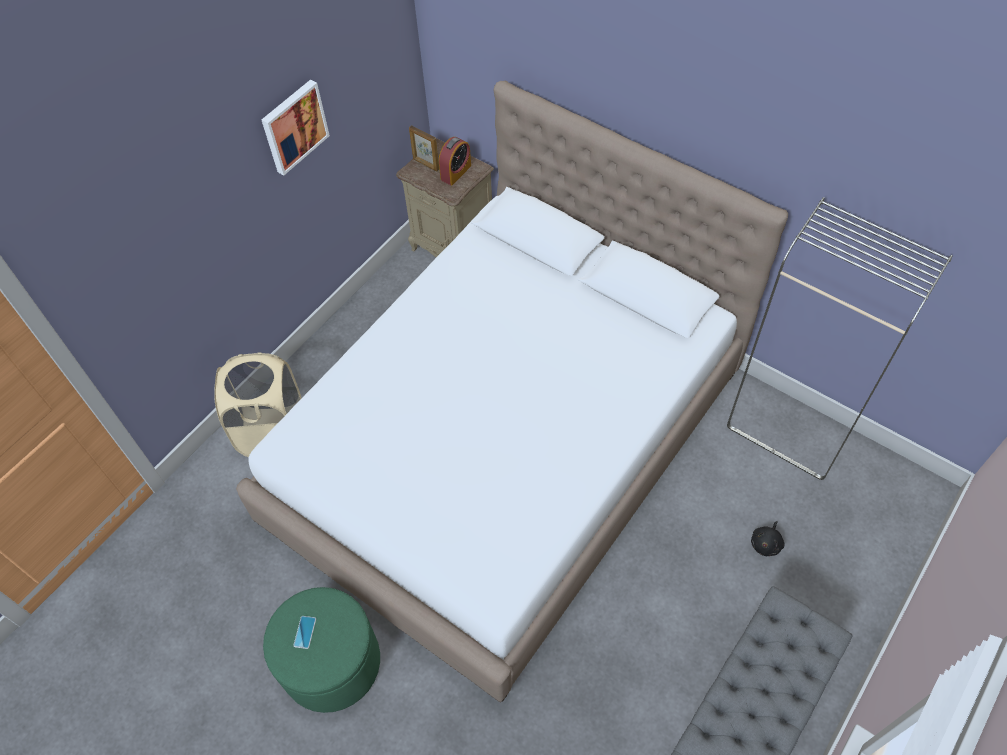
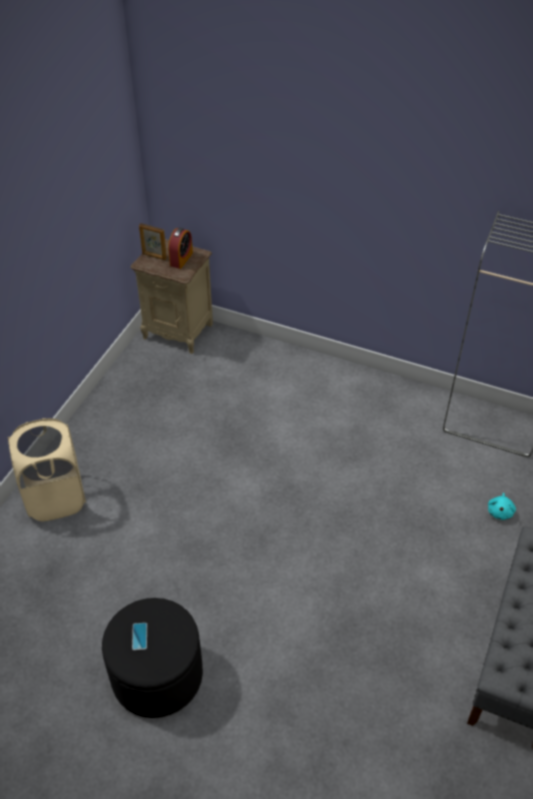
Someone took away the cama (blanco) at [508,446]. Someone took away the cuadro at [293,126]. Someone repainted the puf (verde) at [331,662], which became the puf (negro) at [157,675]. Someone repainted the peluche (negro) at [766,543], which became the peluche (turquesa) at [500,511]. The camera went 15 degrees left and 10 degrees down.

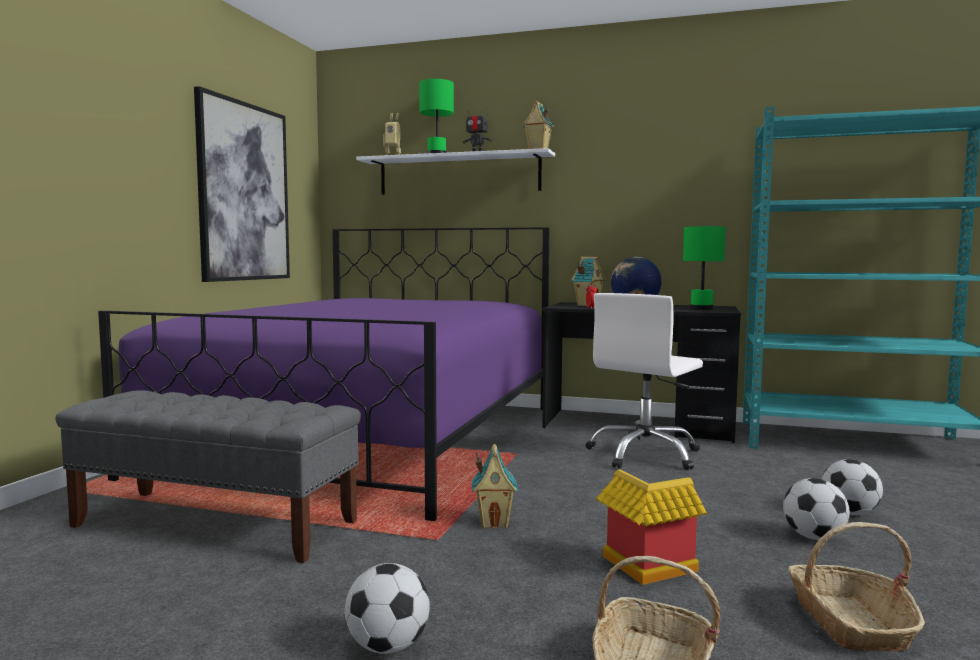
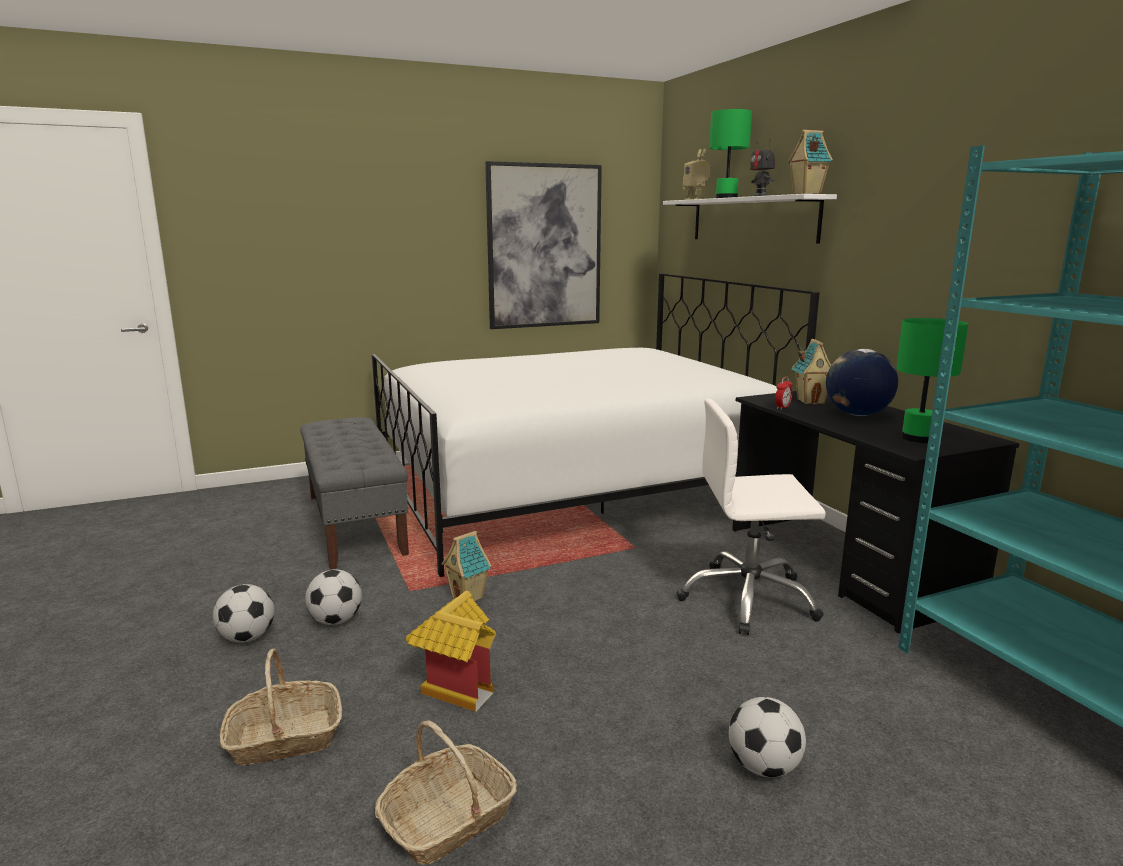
Someone carried the balón de fútbol from [814,537] to [336,621]. Someone repainted the cama (morado) at [371,438], which became the cama (blanco) at [575,490]. The camera went 50 degrees right and 10 degrees up.

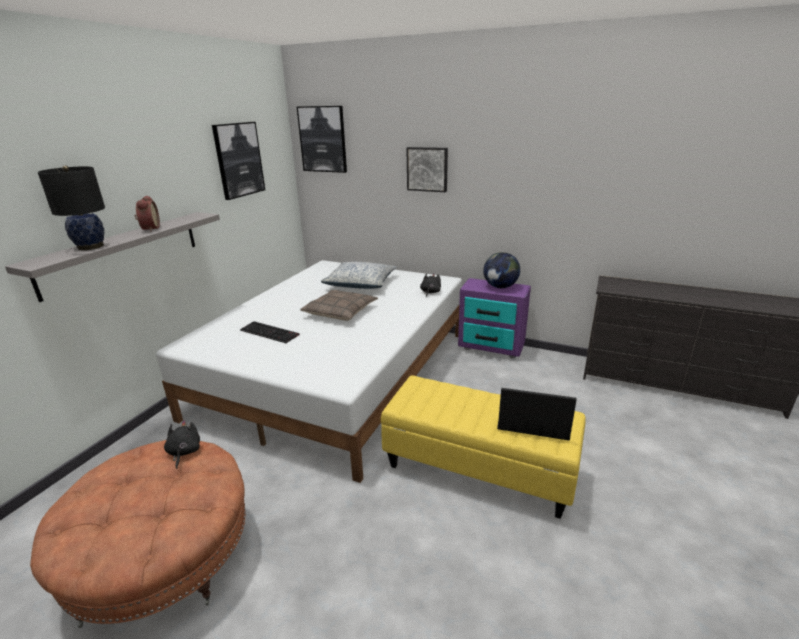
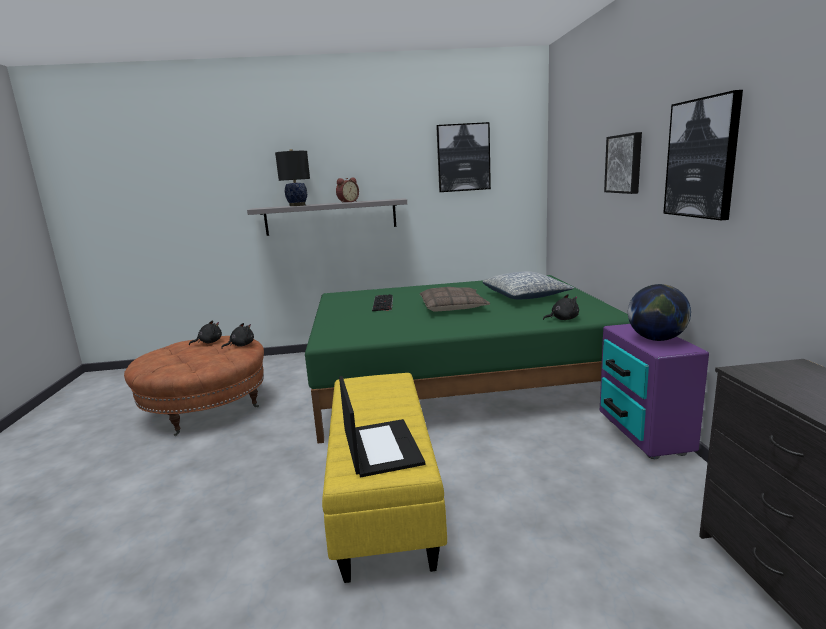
Someone put down the peluche (negro) at [209,342]. Someone carried the cuadro from [323,139] to [702,158]. Someone repainted the cama (blanco) at [338,372], which became the cama (verde) at [458,378]. The camera went 60 degrees right and 10 degrees down.

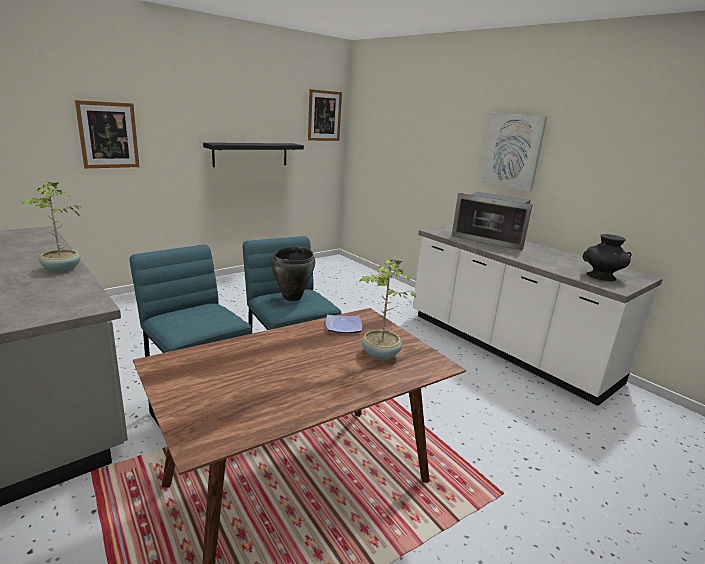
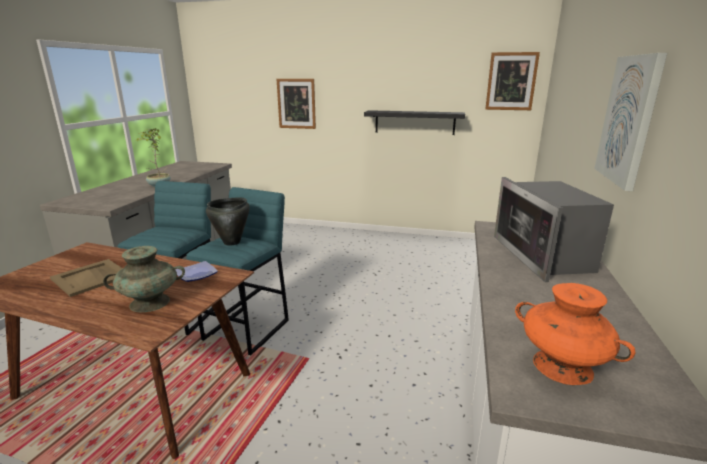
Someone put down the bandeja (beis) at [90,278]. Someone swapped the planta en maceta at [380,355] for the florero (turquesa) at [150,303]. Someone repainted the florero (negro) at [601,276], which became the florero (naranja) at [561,366]. The camera went 55 degrees right and 0 degrees up.

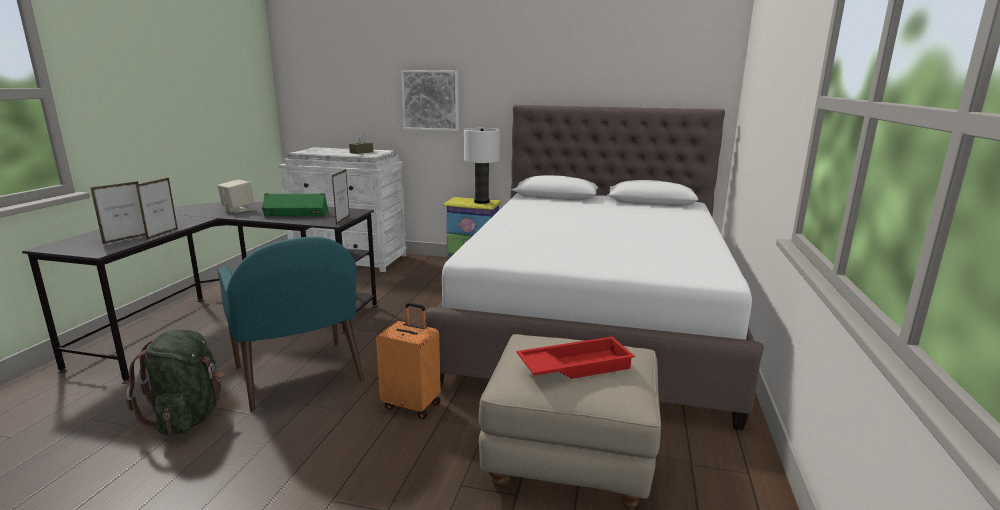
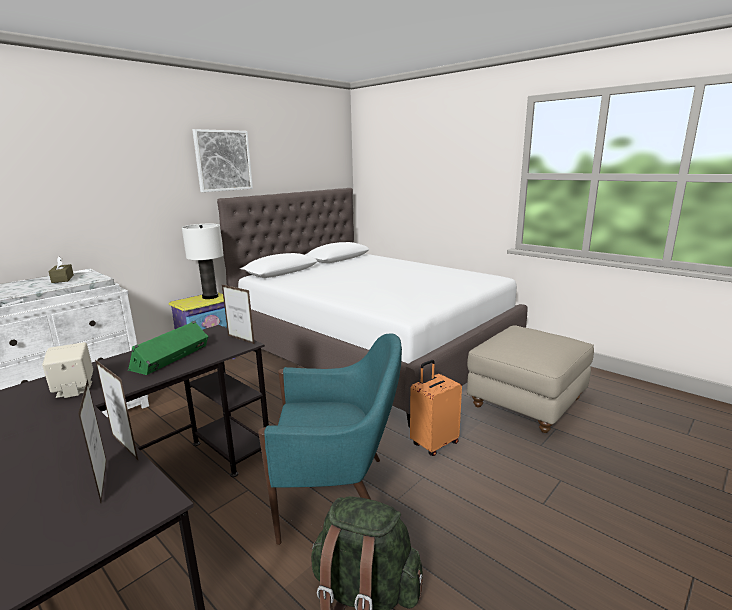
Someone took away the bandeja (rojo) at [574,365]. Someone carried the cuadro from [430,100] to [223,160]. The camera went 60 degrees left and 0 degrees up.

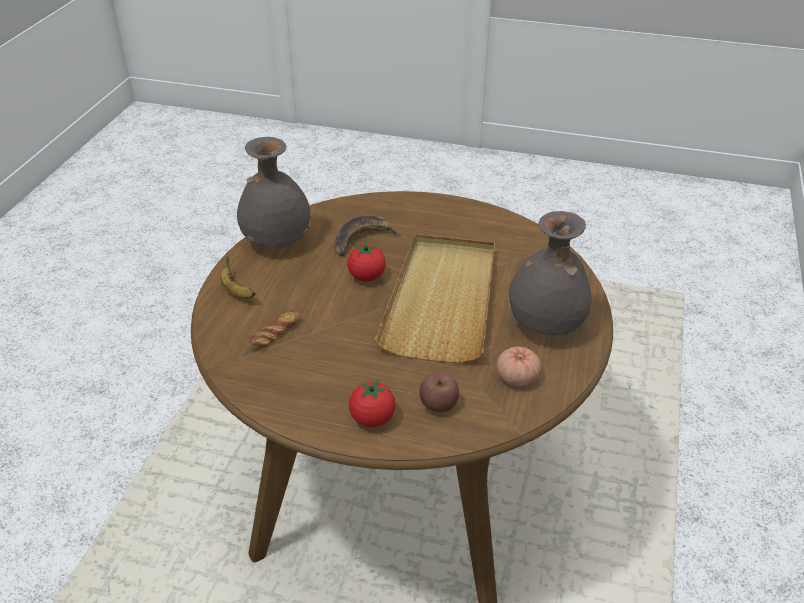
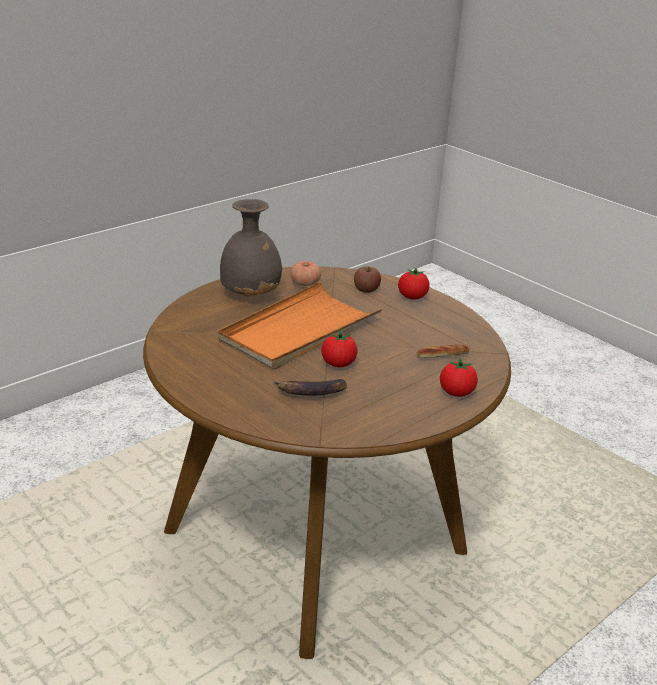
Someone took away the florero (gris) at [276,241]. Someone swapped the plátano at [236,292] for the tomate at [456,393]. Someone repainted the bandeja (beis) at [442,300], which became the bandeja (naranja) at [299,330]. The camera went 150 degrees left and 10 degrees down.

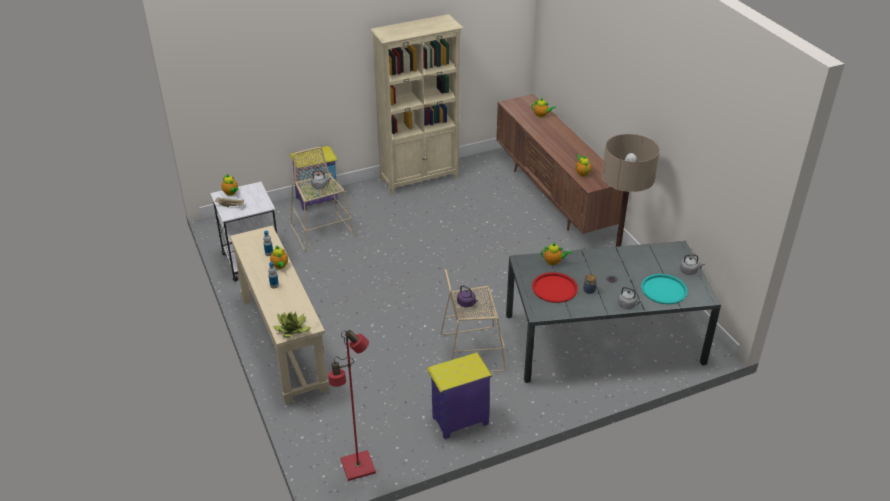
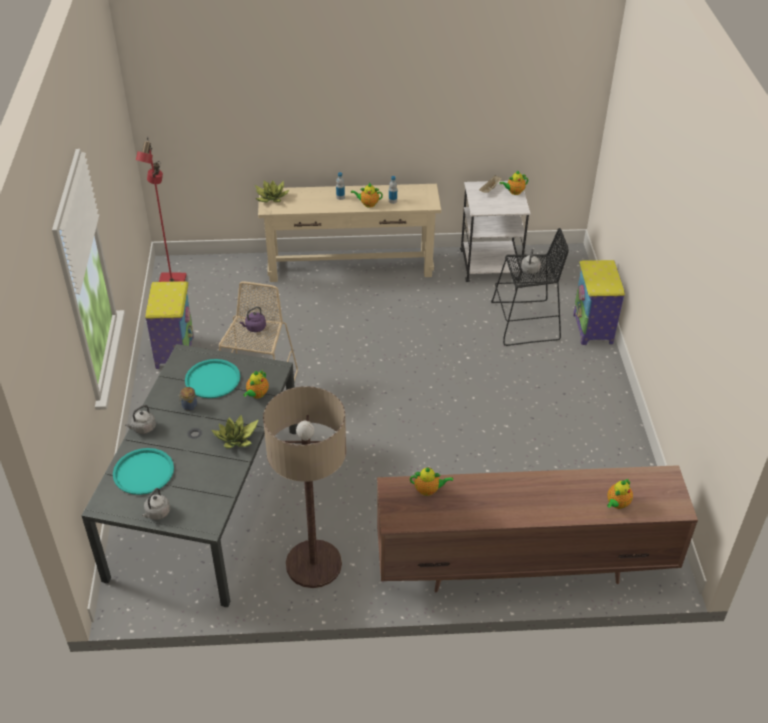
Someone took away the estantería (beis) at [420,178]. Someone put down the planta en maceta at [236,439]. Someone repainted the taburete (beis) at [323,231], which became the taburete (negro) at [524,322]. Someone repainted the bandeja (rojo) at [554,288], which became the bandeja (turquesa) at [212,379]. The camera went 110 degrees right and 5 degrees up.

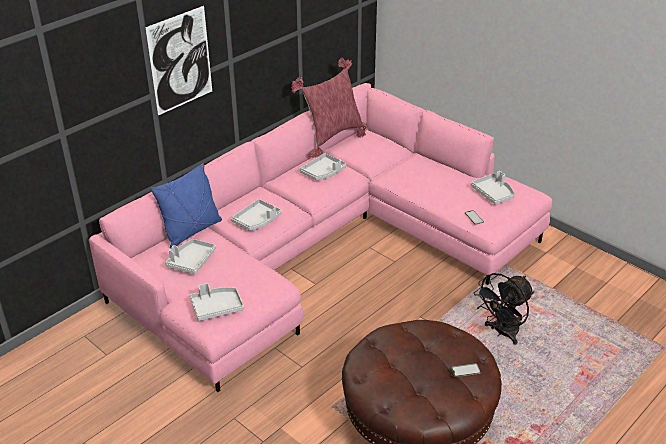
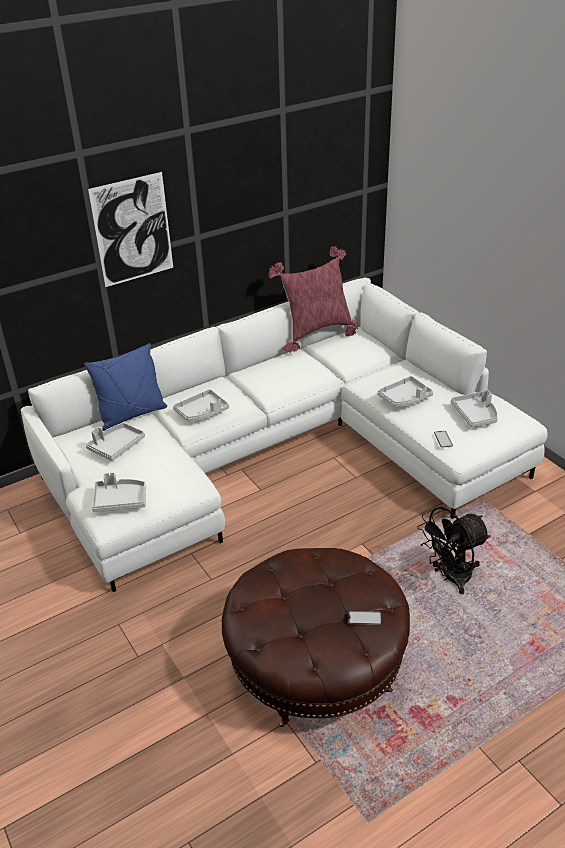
Someone carried the bandeja (gris) from [323,172] to [405,398]. Someone repainted the sofá (rosa) at [322,248], which became the sofá (blanco) at [282,452]. The camera went 15 degrees right and 0 degrees up.

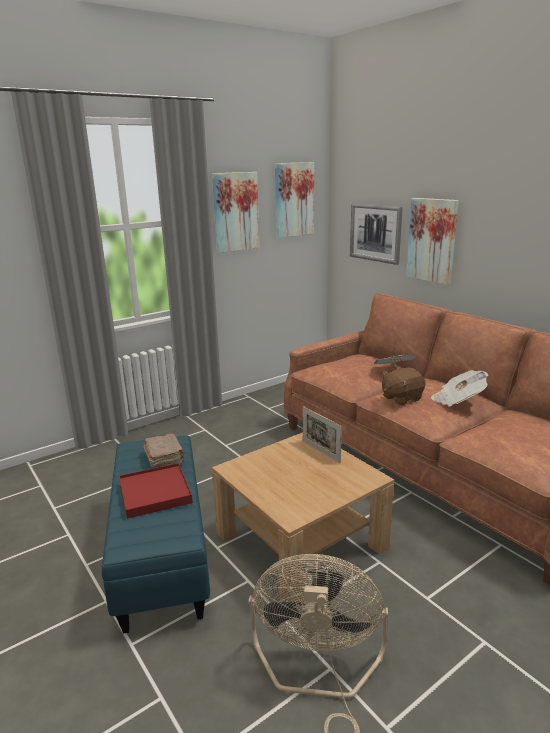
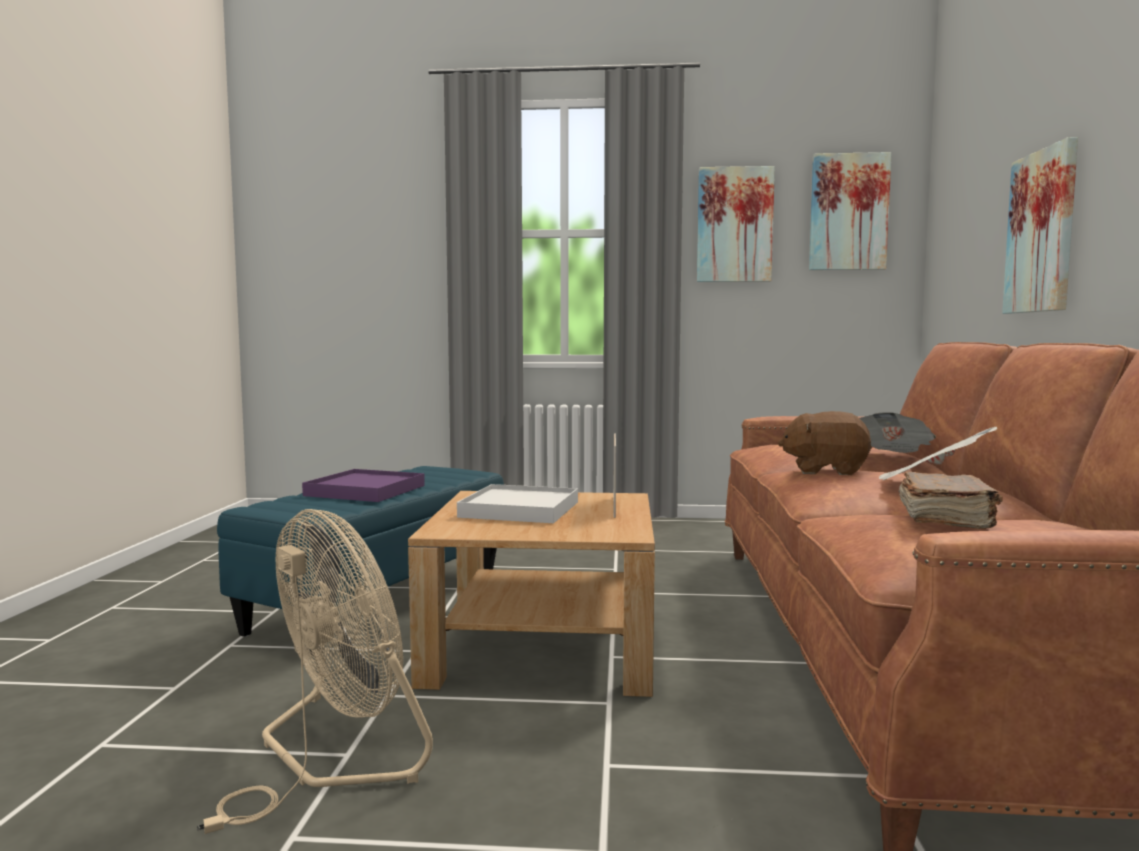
Someone took away the cuadro at [375,233]. Someone put down the bandeja (blanco) at [519,509]. Someone carried the libro (marrón) from [164,458] to [946,520]. Someone repainted the bandeja (rojo) at [155,493], which became the bandeja (morado) at [366,491]. The camera went 40 degrees right and 15 degrees down.

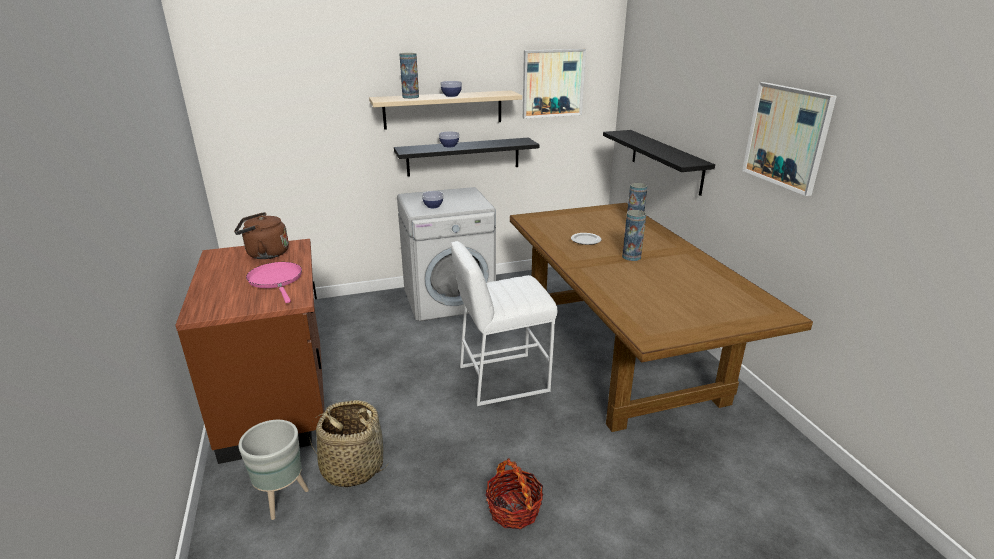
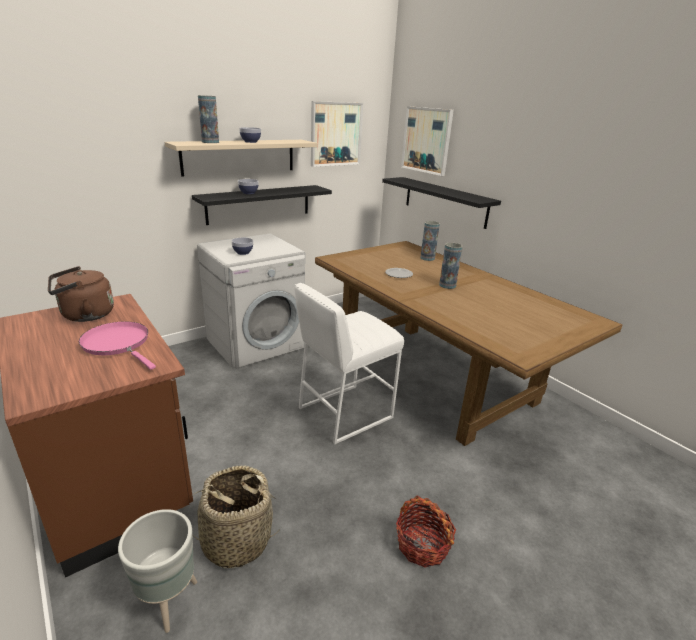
Someone carried the cuadro from [787,137] to [427,140]. The camera went 20 degrees left and 0 degrees up.

